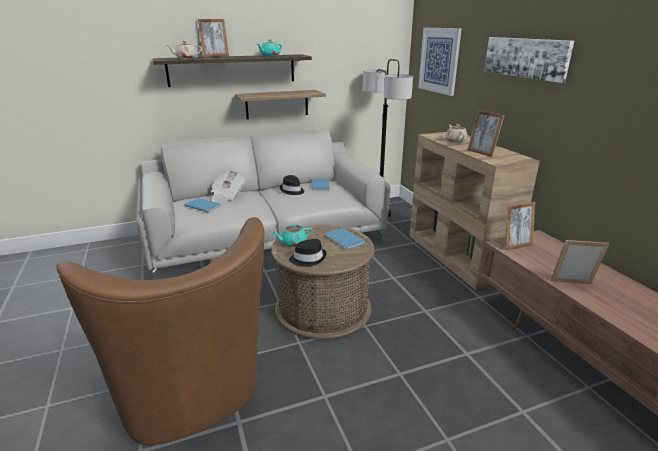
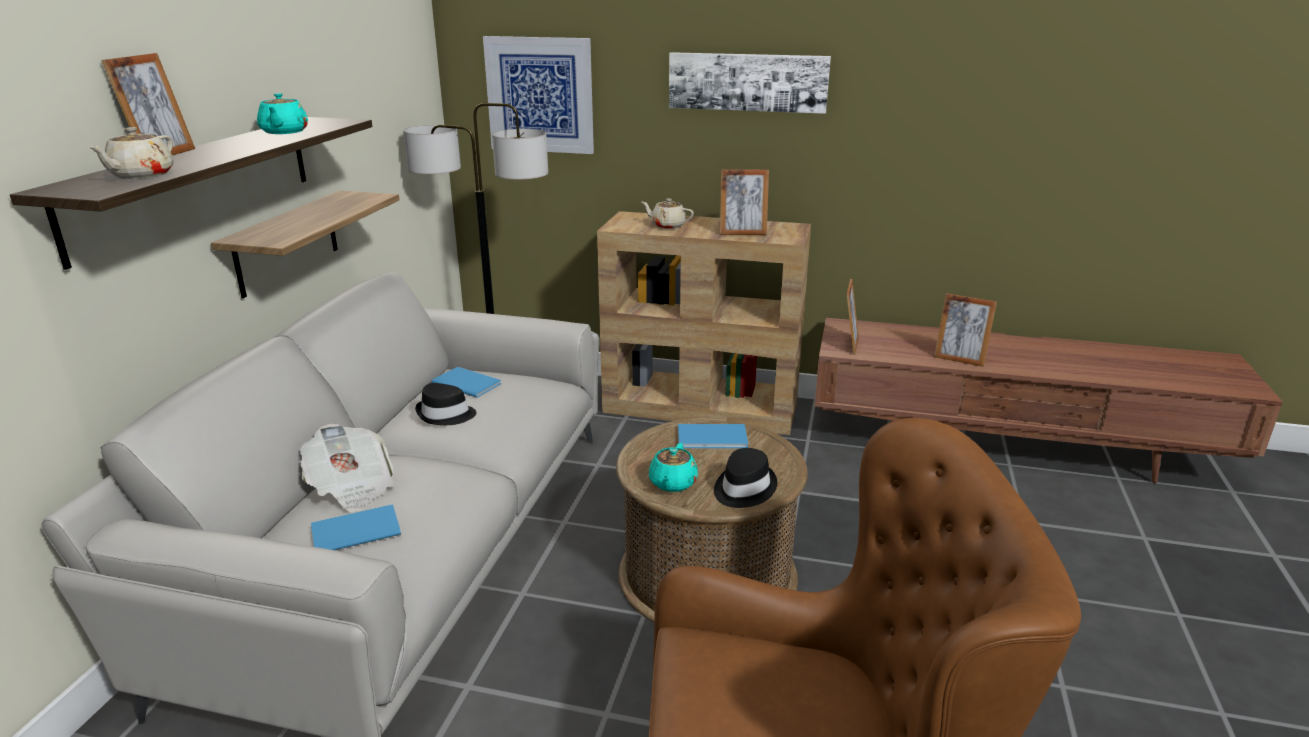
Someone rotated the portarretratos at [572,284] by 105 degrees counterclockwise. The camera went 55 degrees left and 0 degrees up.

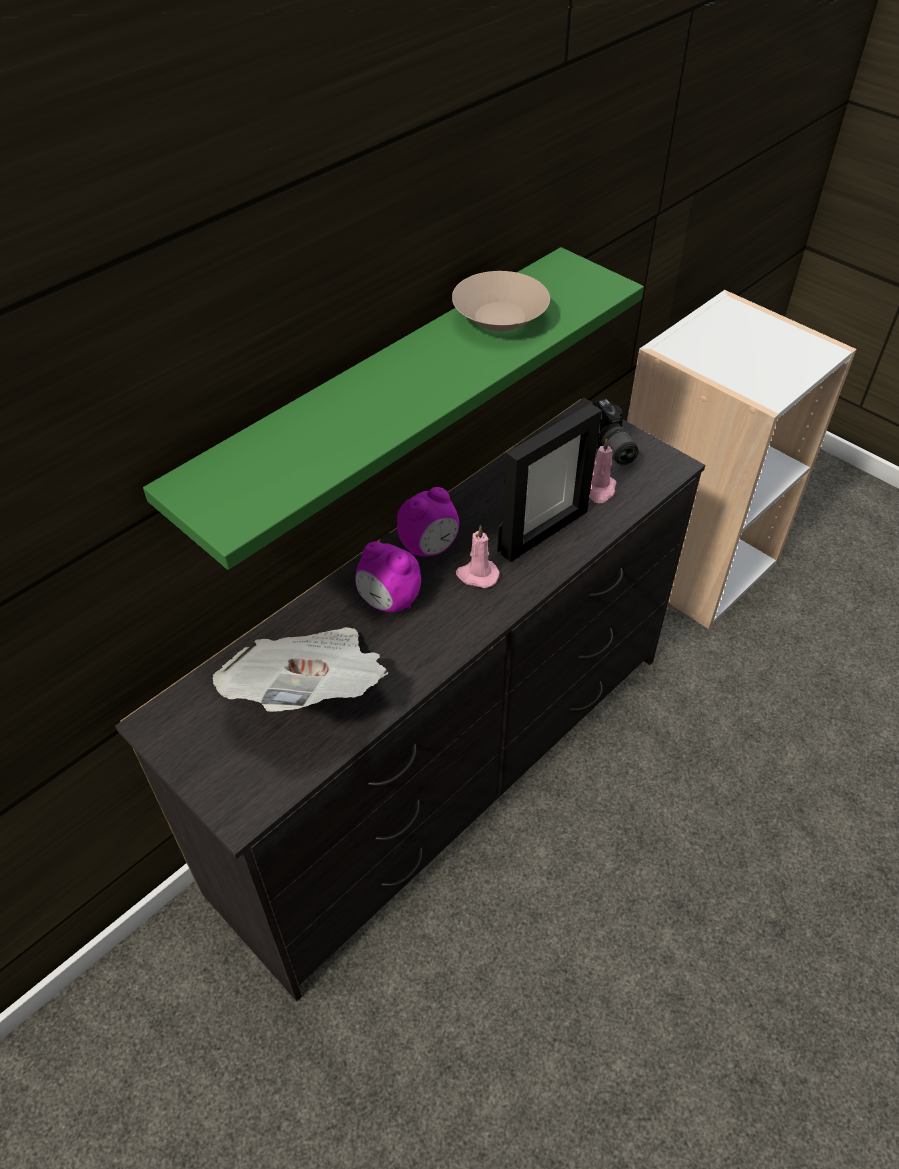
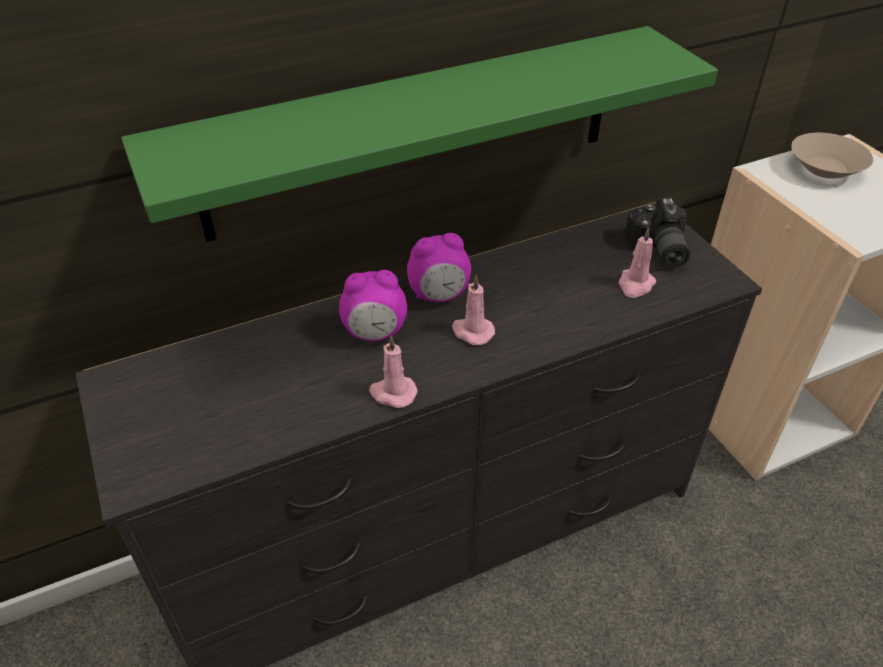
Someone took away the periódico at [311,692]. Someone took away the portarretratos at [543,531]. Someone put down the vela (rosa) at [392,393]. Someone carried the cuenco (beis) from [499,319] to [824,169]. Someone rotated the despertador at [389,601] by 60 degrees counterclockwise. The camera went 20 degrees right and 5 degrees down.

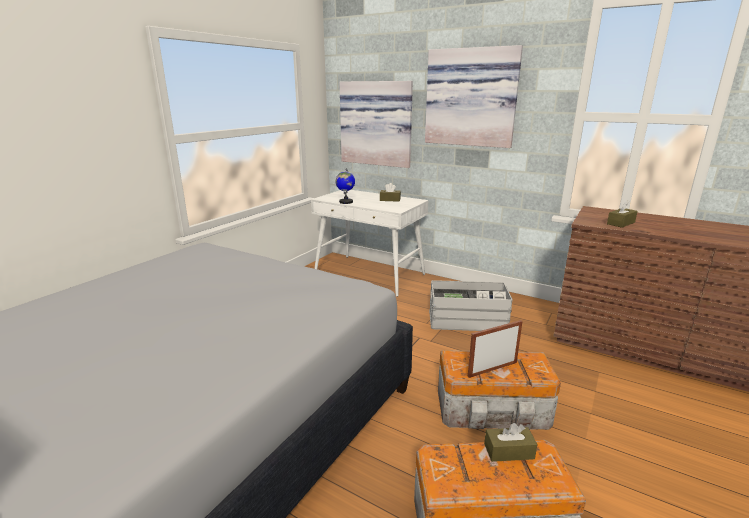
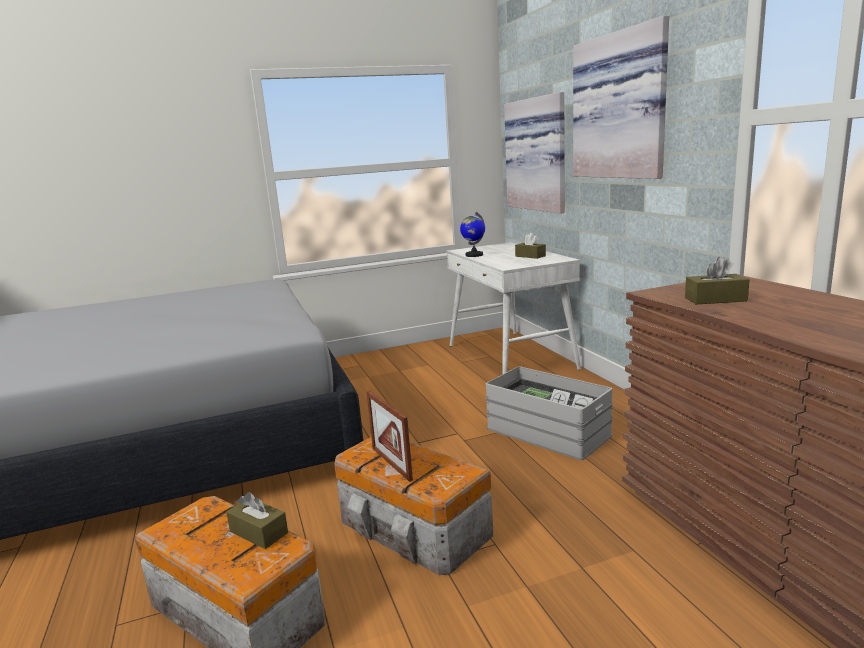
Someone rotated the portarretratos at [492,369] by 135 degrees counterclockwise. The camera went 40 degrees right and 5 degrees down.

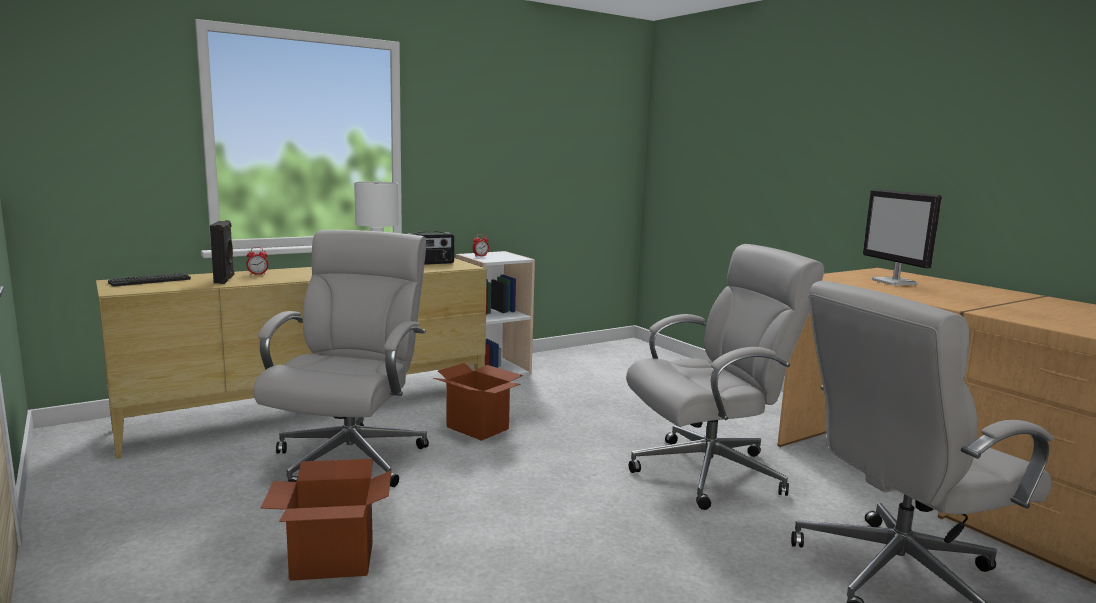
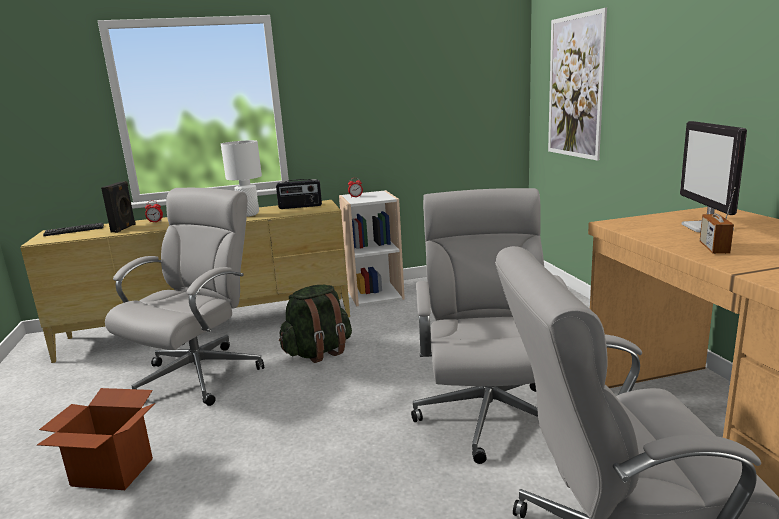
Someone put up the cuadro at [575,87]. Someone put down the radio at [714,248]. Someone swapped the caja de cartón at [478,428] for the mochila (verde) at [318,352]. Someone rotated the silla de oficina (gris) at [706,472] by 90 degrees counterclockwise. The camera went 20 degrees right and 5 degrees up.

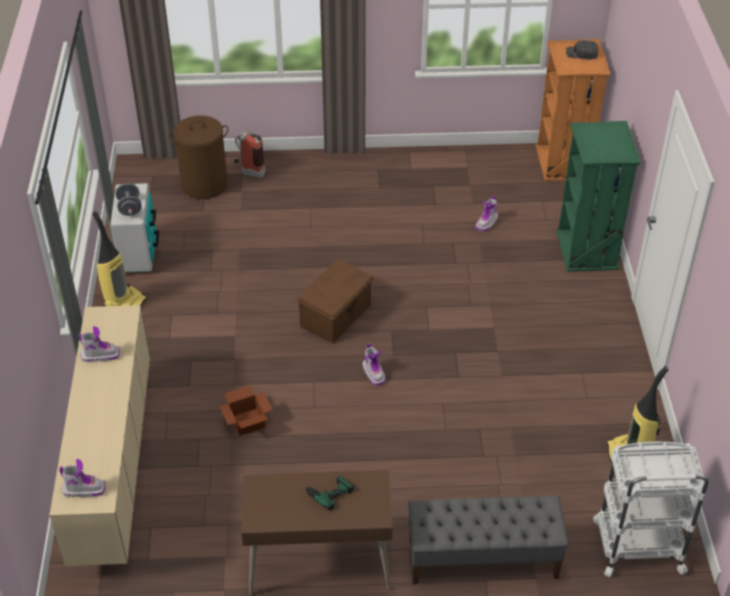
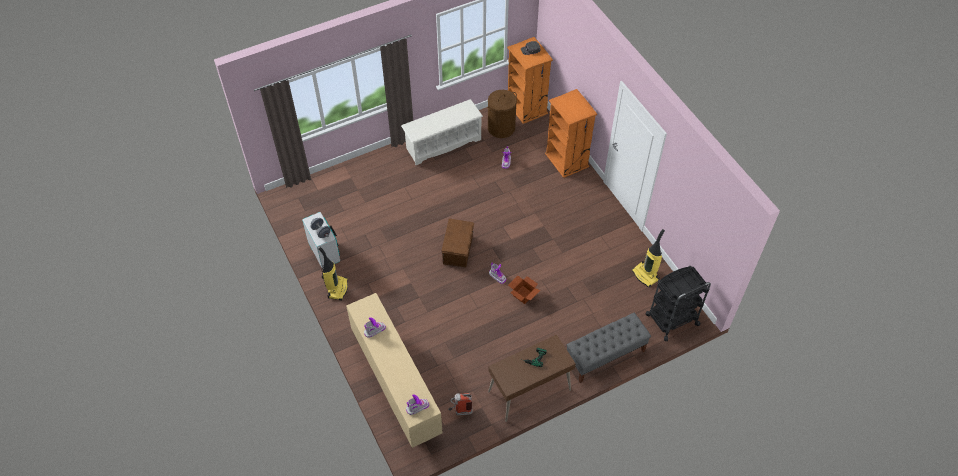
Someone put down the zapatero (blanco) at [443,144]. Someone carried the cesto de la ropa (marrón) from [204,184] to [501,128]. Someone carried the caja de cartón from [247,421] to [523,294]. Someone carried the extintor from [249,172] to [460,411]. Someone repainted the estantería (verde) at [587,249], which became the estantería (naranja) at [567,160]. Someone repainted the carrito (blanco) at [638,545], which became the carrito (negro) at [672,319]. The camera went 25 degrees left and 10 degrees up.

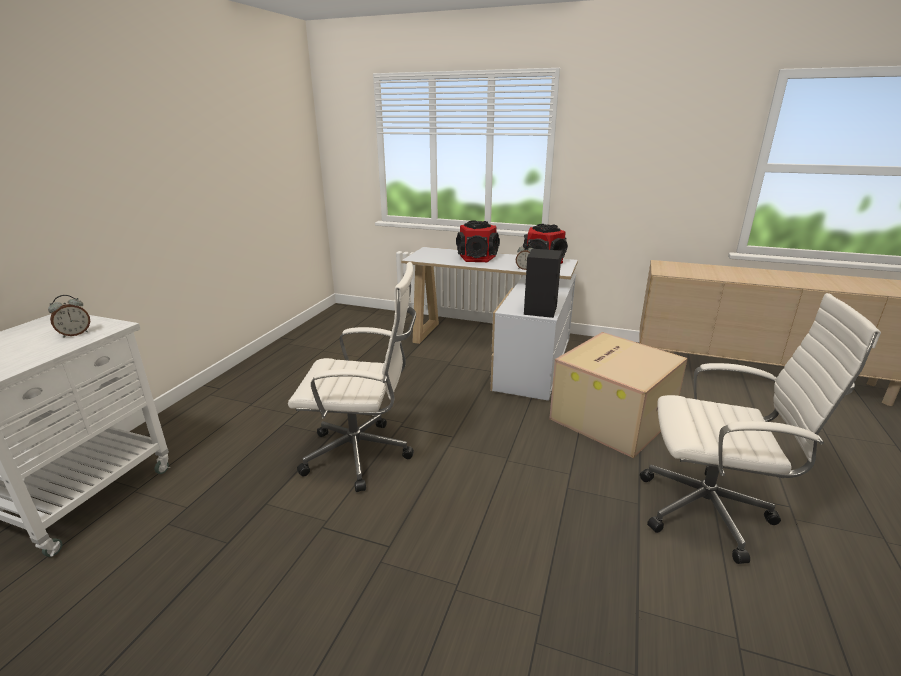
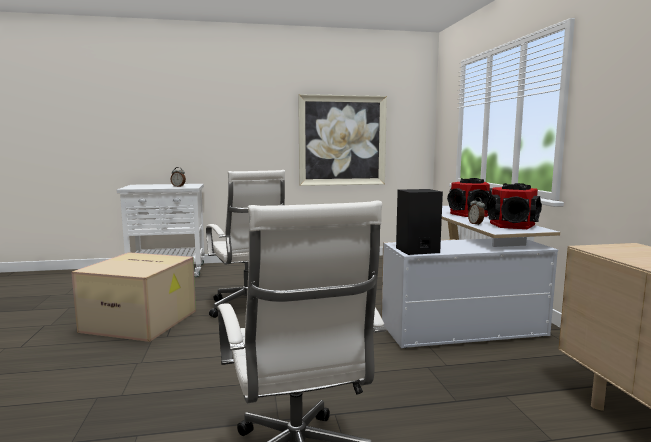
Someone put up the cuadro at [342,140]. Someone carried the caja de cartón from [611,417] to [142,321]. The camera went 60 degrees right and 15 degrees down.

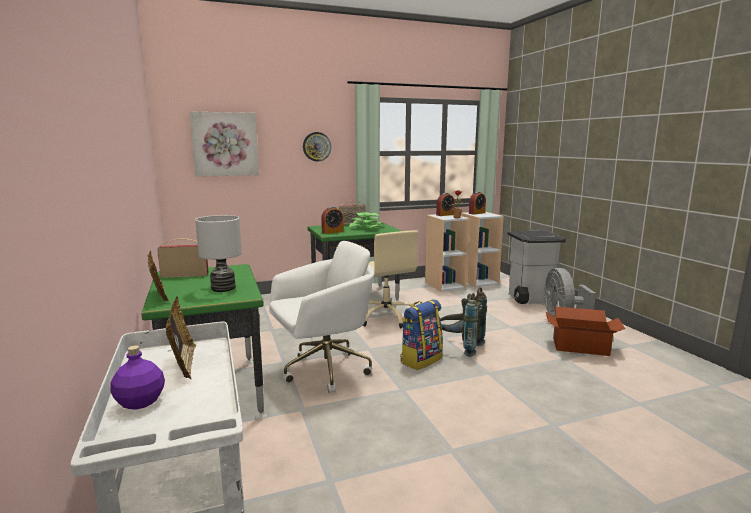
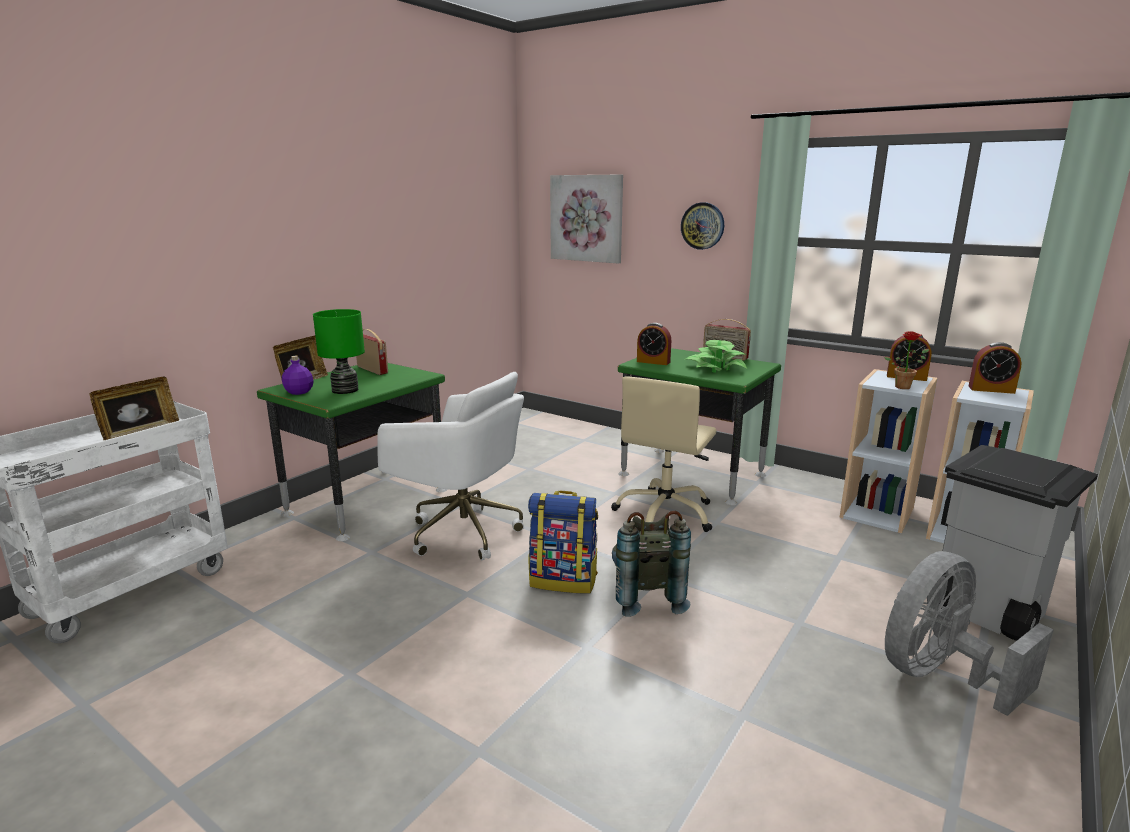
Someone took away the caja de cartón at [579,346]. Someone carried the botella (morado) from [140,402] to [298,392]. Someone repainted the lámpara de mesa (gris) at [223,288], which became the lámpara de mesa (verde) at [345,390]. The camera went 55 degrees right and 5 degrees up.

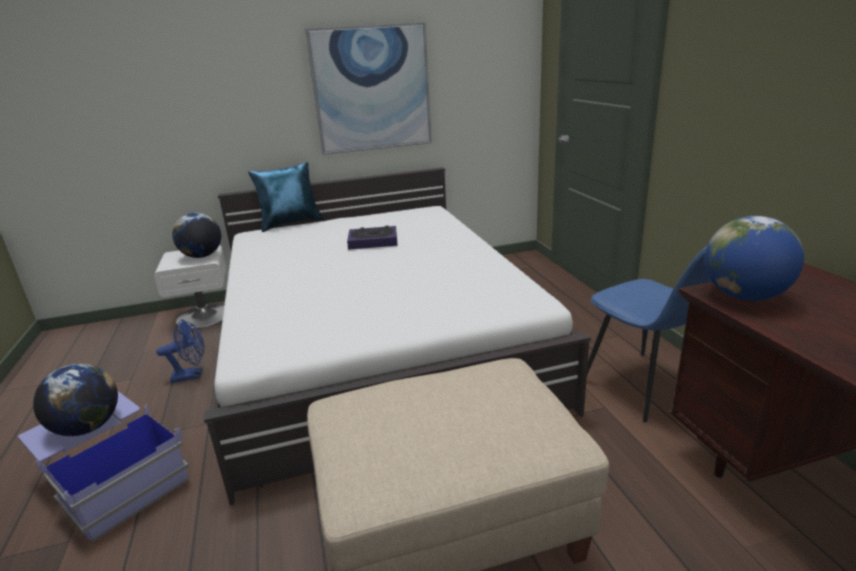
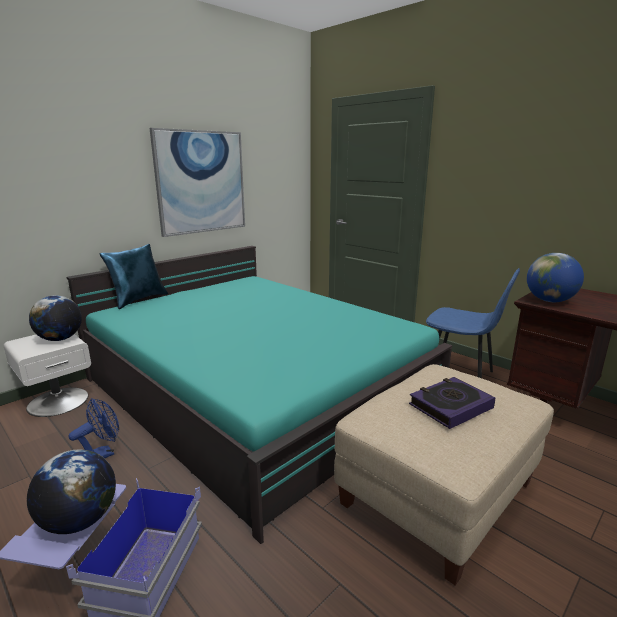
Someone carried the libro from [373,241] to [450,406]. Someone repainted the cama (blanco) at [375,343], which became the cama (turquesa) at [256,390]. The camera went 30 degrees left and 5 degrees down.

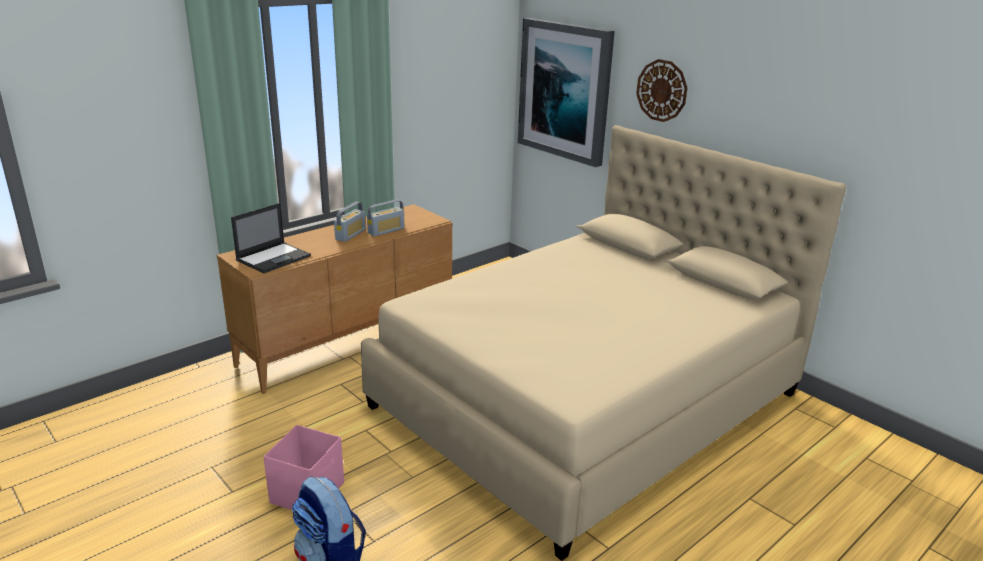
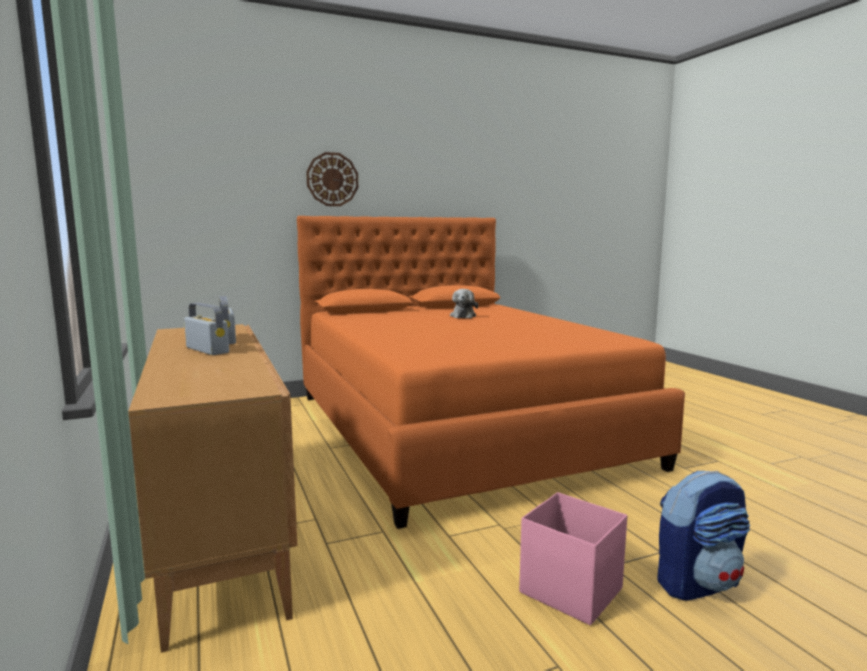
Someone took away the portátil at [274,258]. Someone took away the cuadro at [565,90]. Someone put down the peluche at [463,316]. Someone repainted the cama (beis) at [587,400], which became the cama (naranja) at [458,428]. The camera went 70 degrees left and 15 degrees down.

